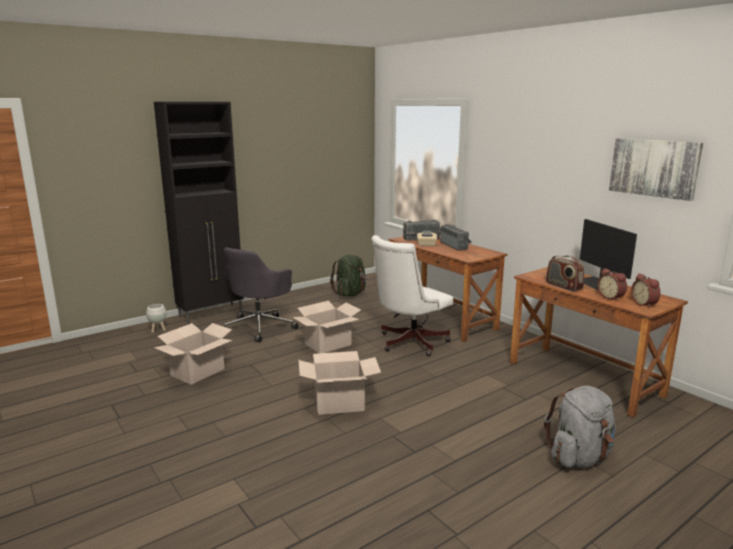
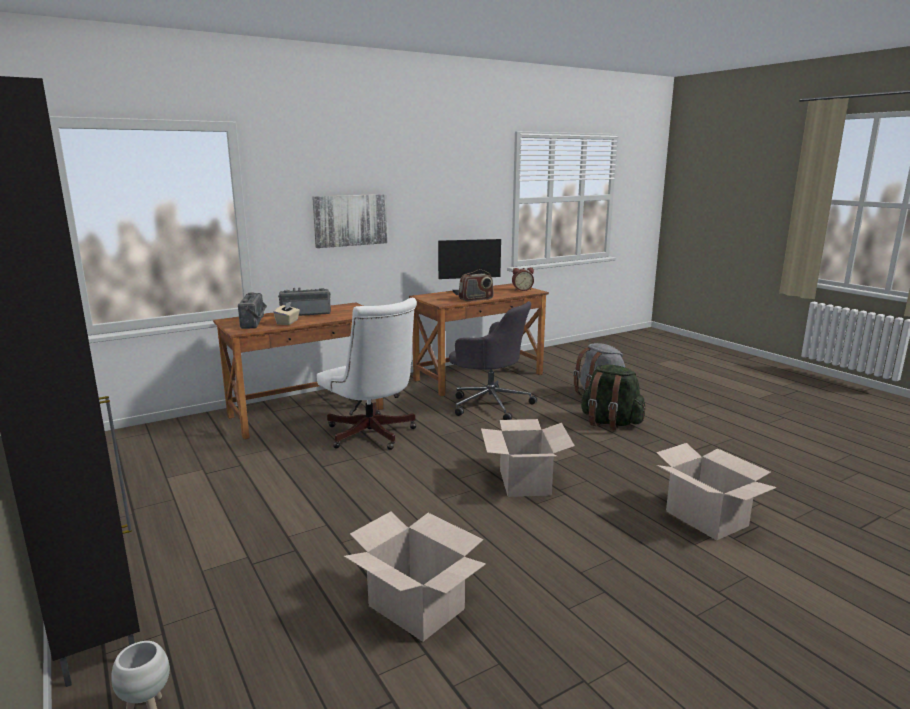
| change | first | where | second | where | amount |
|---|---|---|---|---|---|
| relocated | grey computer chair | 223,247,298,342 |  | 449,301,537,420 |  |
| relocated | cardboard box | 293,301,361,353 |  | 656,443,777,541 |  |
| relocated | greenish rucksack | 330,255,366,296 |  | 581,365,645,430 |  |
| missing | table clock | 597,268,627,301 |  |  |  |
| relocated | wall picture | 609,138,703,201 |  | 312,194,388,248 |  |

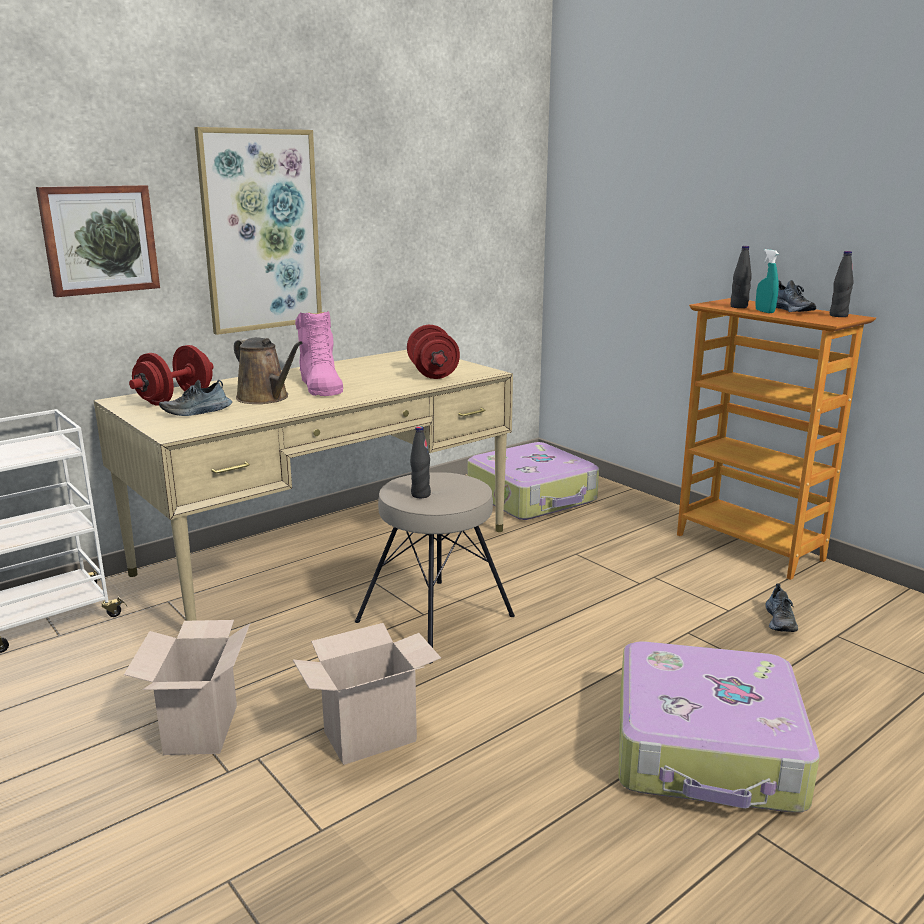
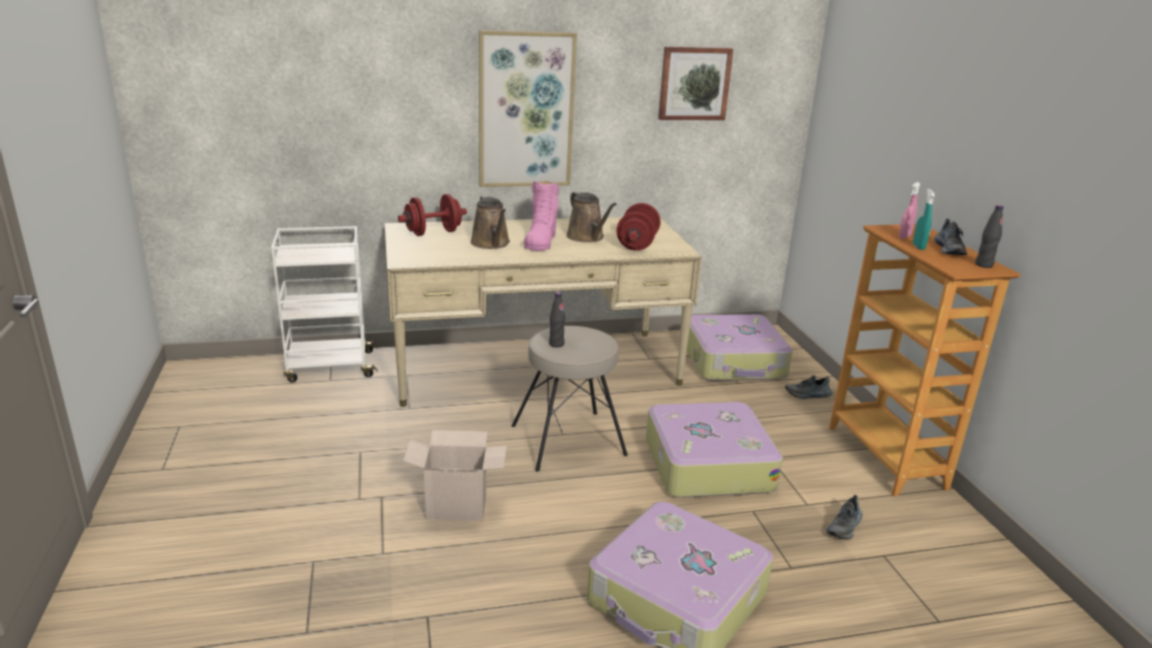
| change | first | where | second | where | amount |
|---|---|---|---|---|---|
| relocated | wall picture | 36,185,160,297 |  | 658,47,733,120 |  |
| missing | cardboard box | 124,620,250,755 |  |  |  |
| relocated | item of footwear | 159,380,232,416 |  | 785,375,833,399 |  |
| exchanged | black beverage bottle | 730,246,752,308 | pink sprayer | 899,182,921,239 |  |
| appeared |  |  | brownish watering pot | 566,191,617,242 |  |
| appeared |  |  | suitcase | 646,402,783,498 |  |

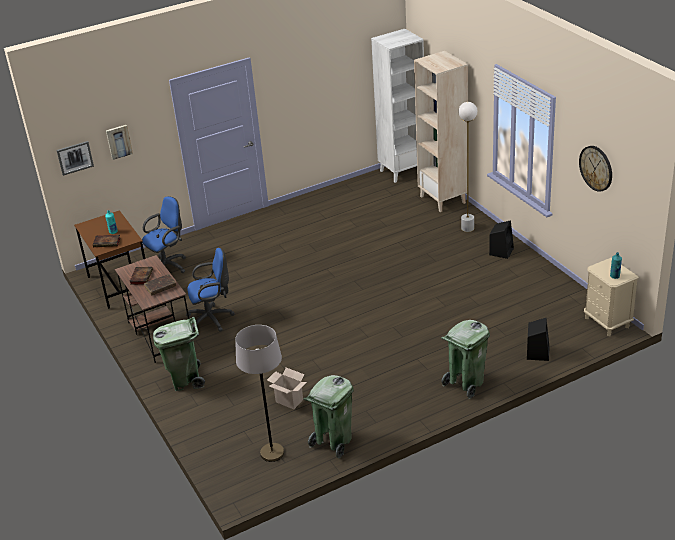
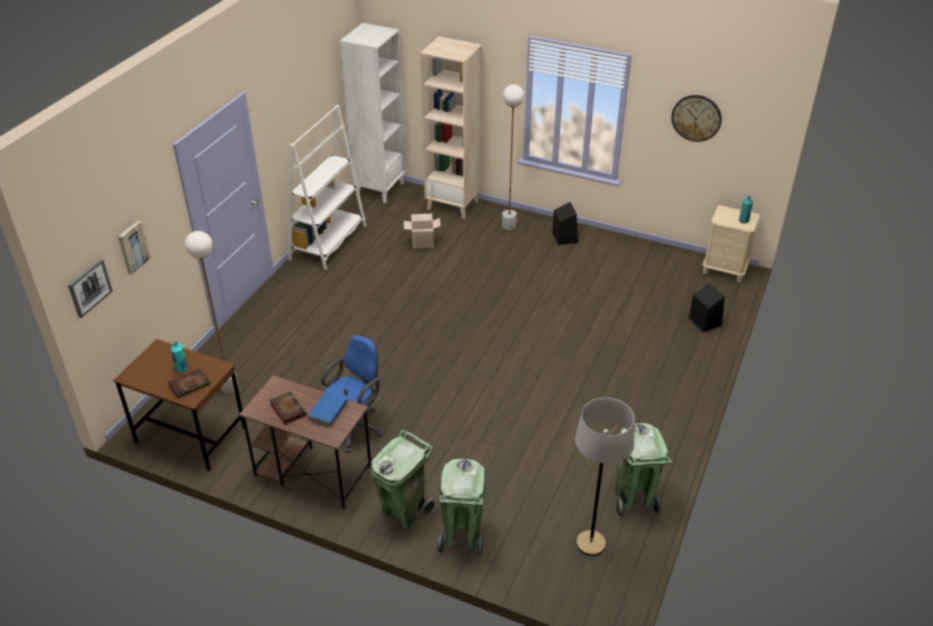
| change | first | where | second | where | amount |
|---|---|---|---|---|---|
| exchanged | bluish computer chair | 142,196,186,273 | white-coloured standing lamp | 185,231,239,393 |  |
| colour | brownish volume | 144,274,176,295 | bluish volume | 308,392,348,426 |  |
| relocated | cardboard box | 267,368,307,409 |  | 404,214,441,248 |  |
| relocated | greenish rubbish bin | 441,320,490,399 |  | 437,459,486,556 |  |
| appeared |  |  | white-coloured shelving unit | 288,105,366,270 |  |

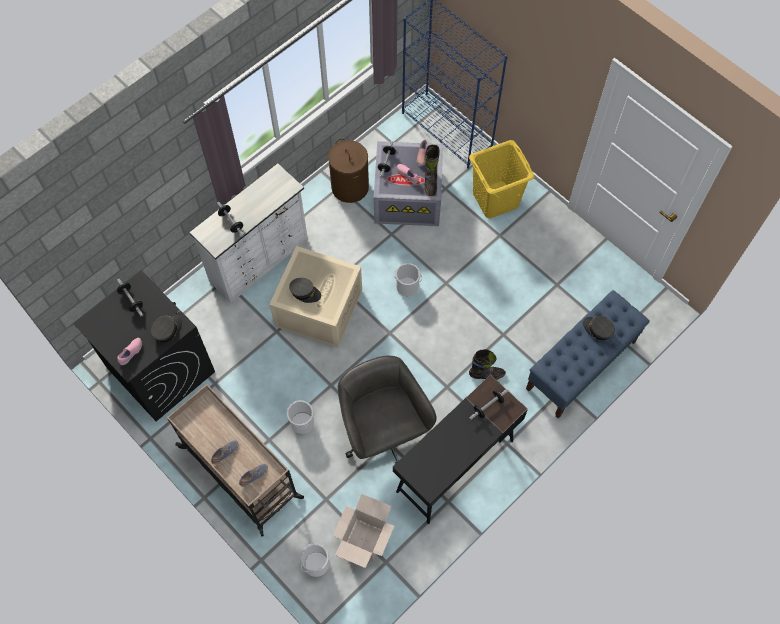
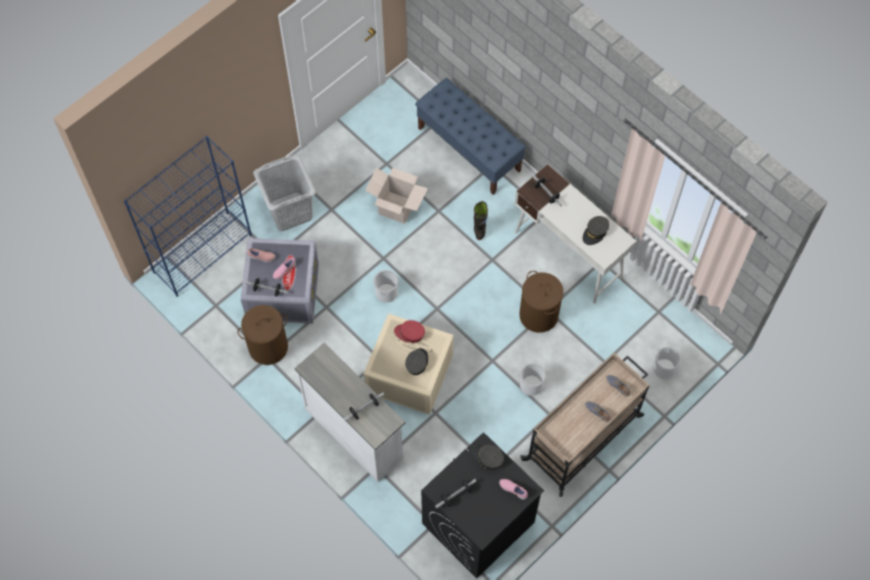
| change | first | where | second | where | amount |
|---|---|---|---|---|---|
| relocated | cardboard box | 333,494,394,568 |  | 365,168,428,224 |  |
| exchanged | grey computer chair | 338,356,437,463 | brownish hamper | 519,271,563,333 |  |
| colour | black desk | 393,374,528,524 | white-coloured desk | 515,164,636,304 |  |
| missing | black boot | 424,145,440,196 |  |  |  |
| colour | yellowish hamper | 469,140,534,219 | grey hamper | 253,155,316,231 |  |
| relocated | grey baseball cap | 583,316,615,340 |  | 583,216,609,245 |  |
| appeared |  |  | reddish baseball cap | 394,320,425,343 |  |

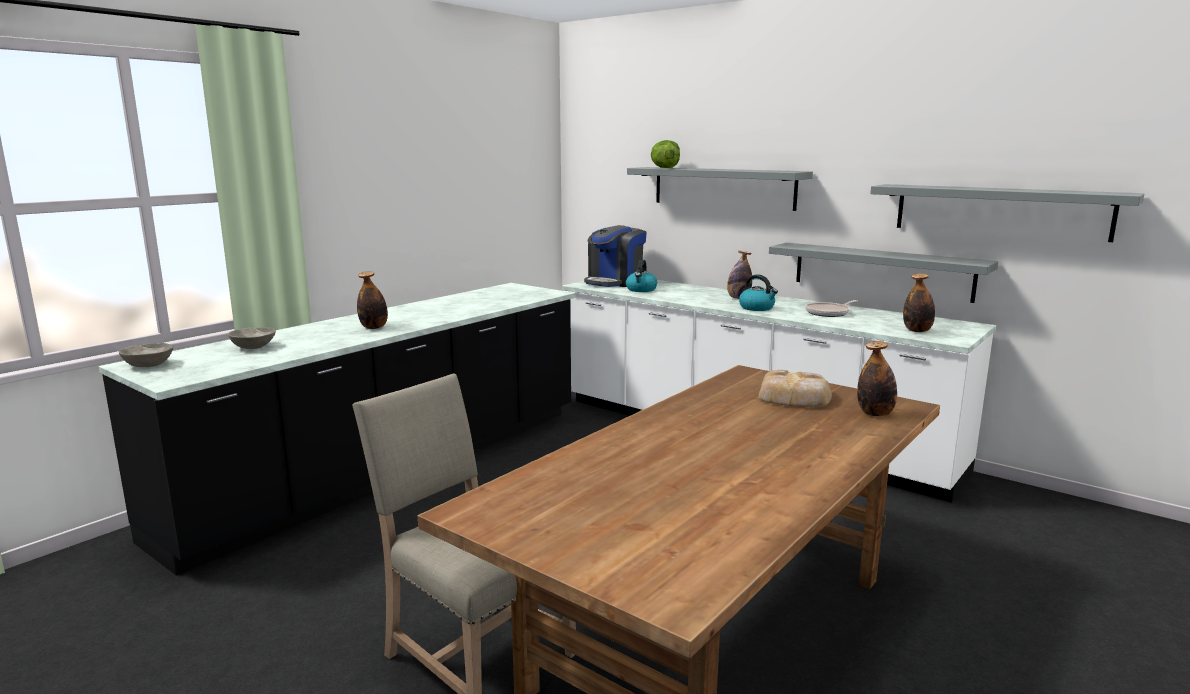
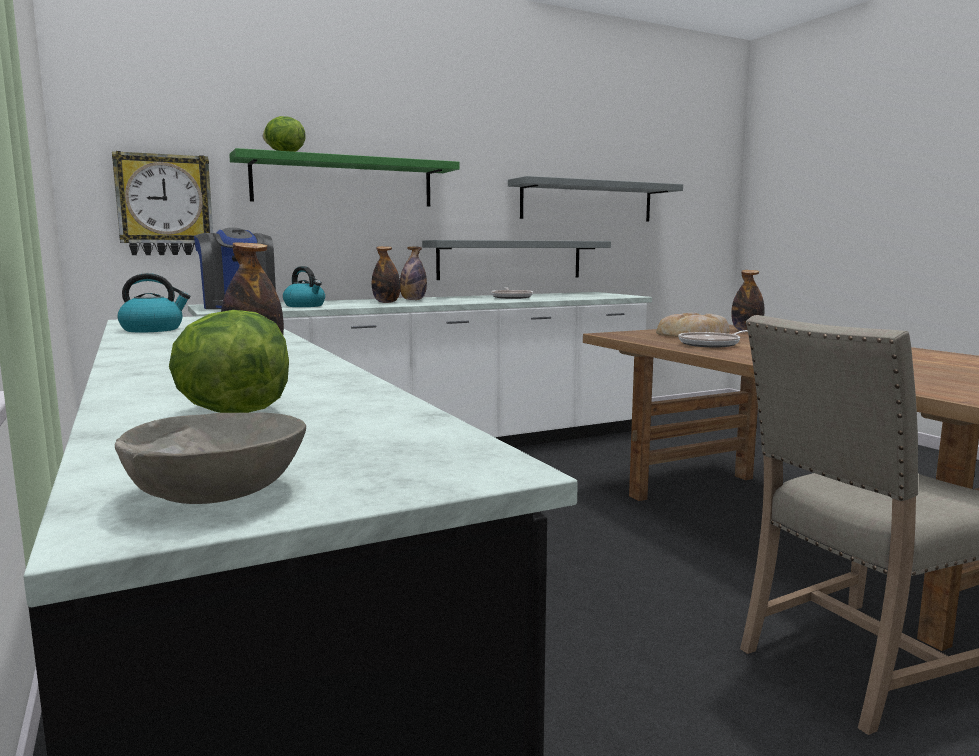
| change | first | where | second | where | amount |
|---|---|---|---|---|---|
| exchanged | grey serving bowl | 228,327,276,349 | head of lettuce | 169,310,289,413 |  |
| colour | grey wall shelf | 627,167,813,211 | greenish wall shelf | 229,148,460,207 |  |
| relocated | water kettle | 739,274,778,311 |  | 117,273,190,332 |  |
| relocated | beverage bottle | 903,273,935,332 |  | 372,246,400,303 |  |
| appeared |  |  | clock on the wall | 112,151,213,255 |  |
| appeared |  |  | frying pan | 678,330,748,347 |  |

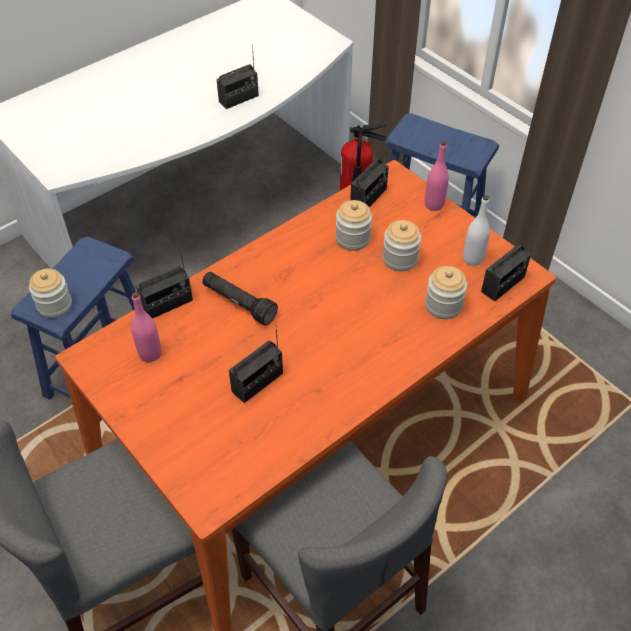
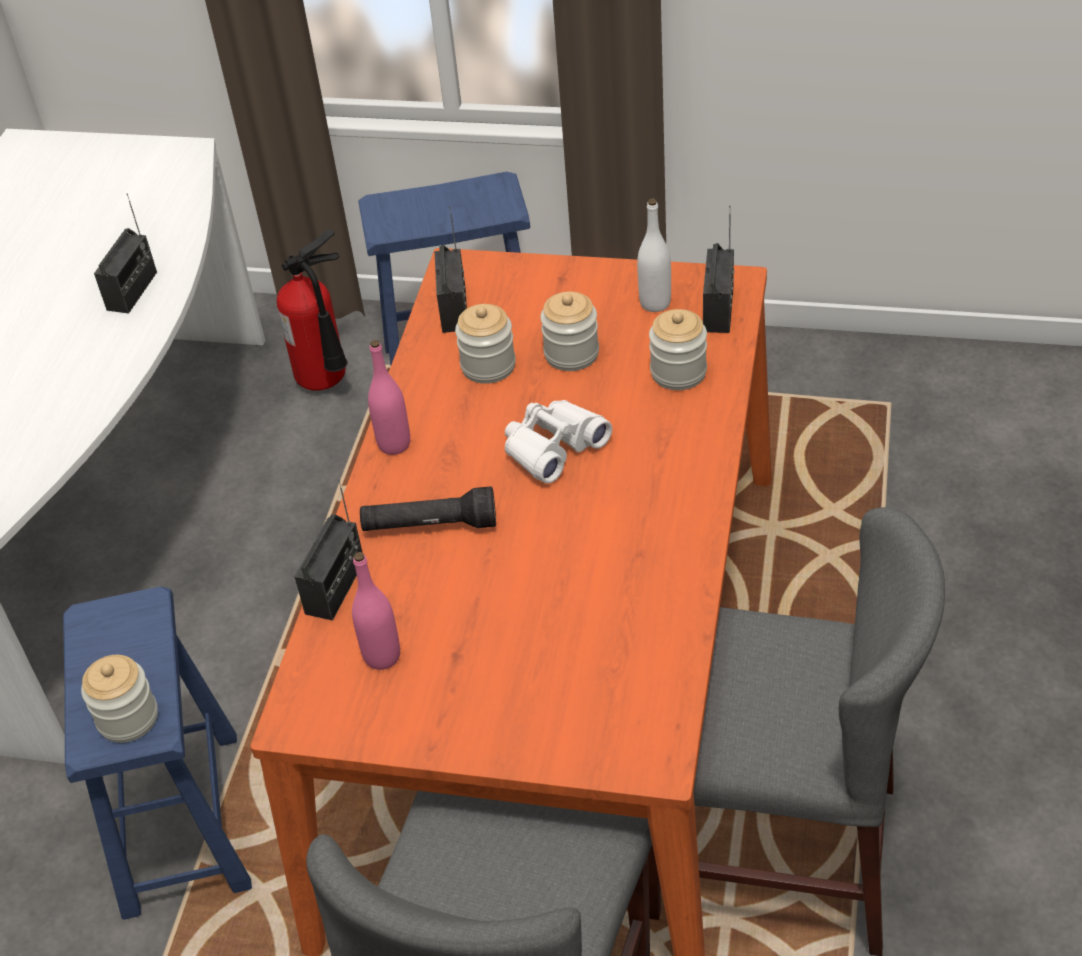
| change | first | where | second | where | amount |
|---|---|---|---|---|---|
| missing | radio | 229,325,283,403 |  |  |  |
| relocated | pink beverage bottle | 425,141,449,211 |  | 368,340,410,455 |  |
| appeared |  |  | white-coloured binoculars | 505,400,612,484 |  |

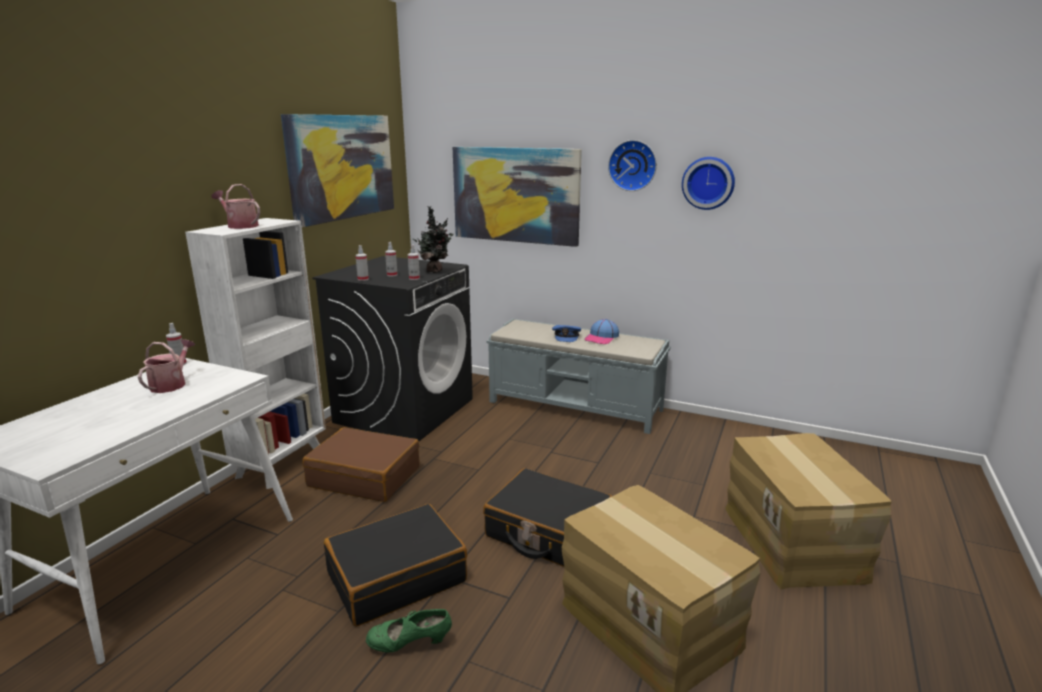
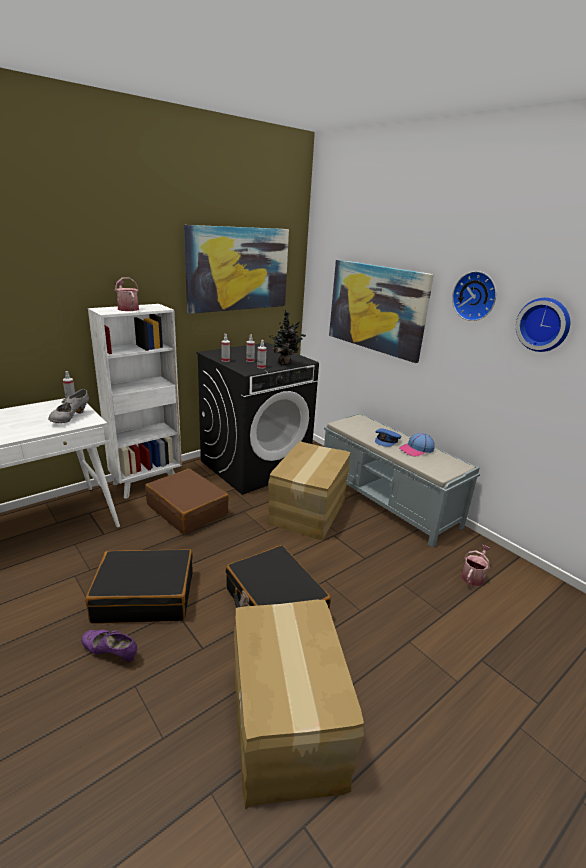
| change | first | where | second | where | amount |
|---|---|---|---|---|---|
| relocated | watering pot | 138,339,195,393 |  | 461,545,491,586 |  |
| colour | greenish item of footwear | 366,609,452,653 | purple item of footwear | 81,629,137,662 |  |
| relocated | cardboard box | 725,433,892,589 |  | 268,441,351,540 |  |
| appeared |  |  | grey item of footwear | 48,389,89,423 |  |

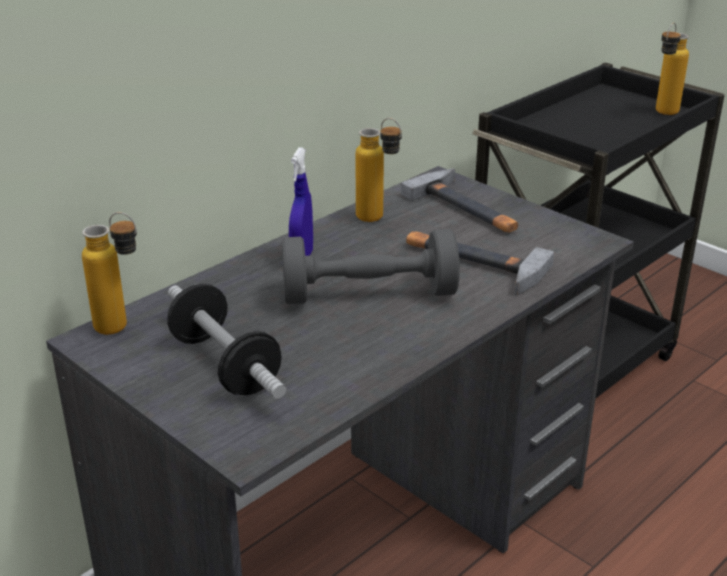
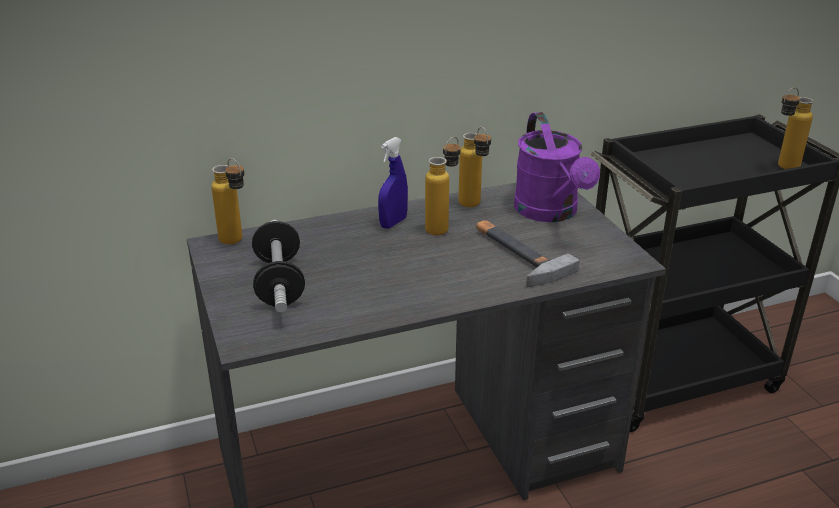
| change | first | where | second | where | amount |
|---|---|---|---|---|---|
| missing | grey dumbbell | 282,229,460,304 |  |  |  |
| exchanged | tool hammer | 401,168,518,233 | purple watering pot | 514,112,600,222 |  |
| appeared |  |  | beverage bottle | 425,137,461,235 |  |

